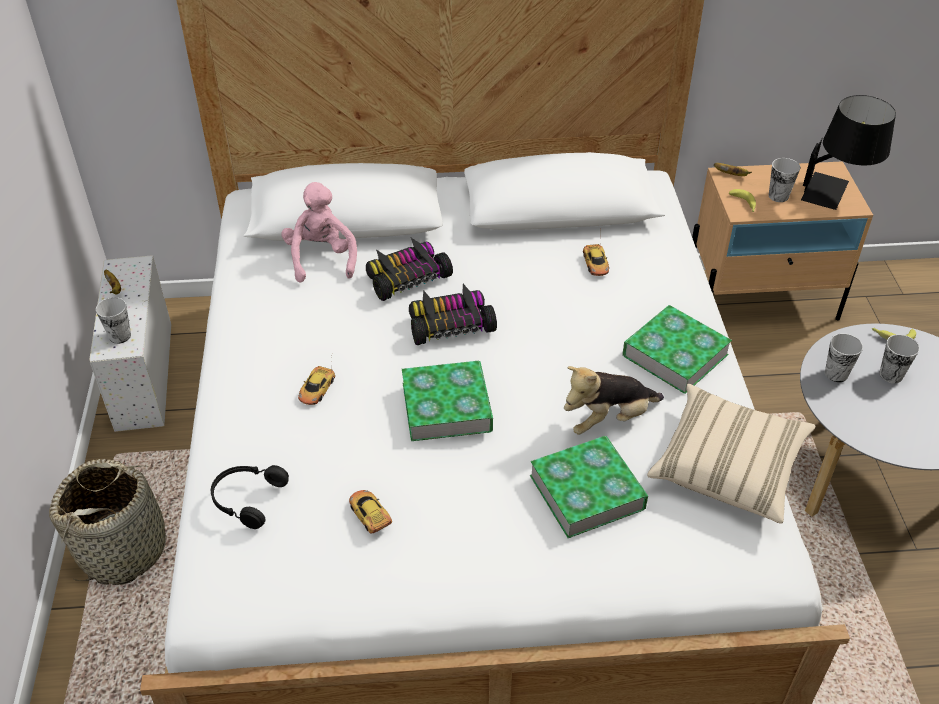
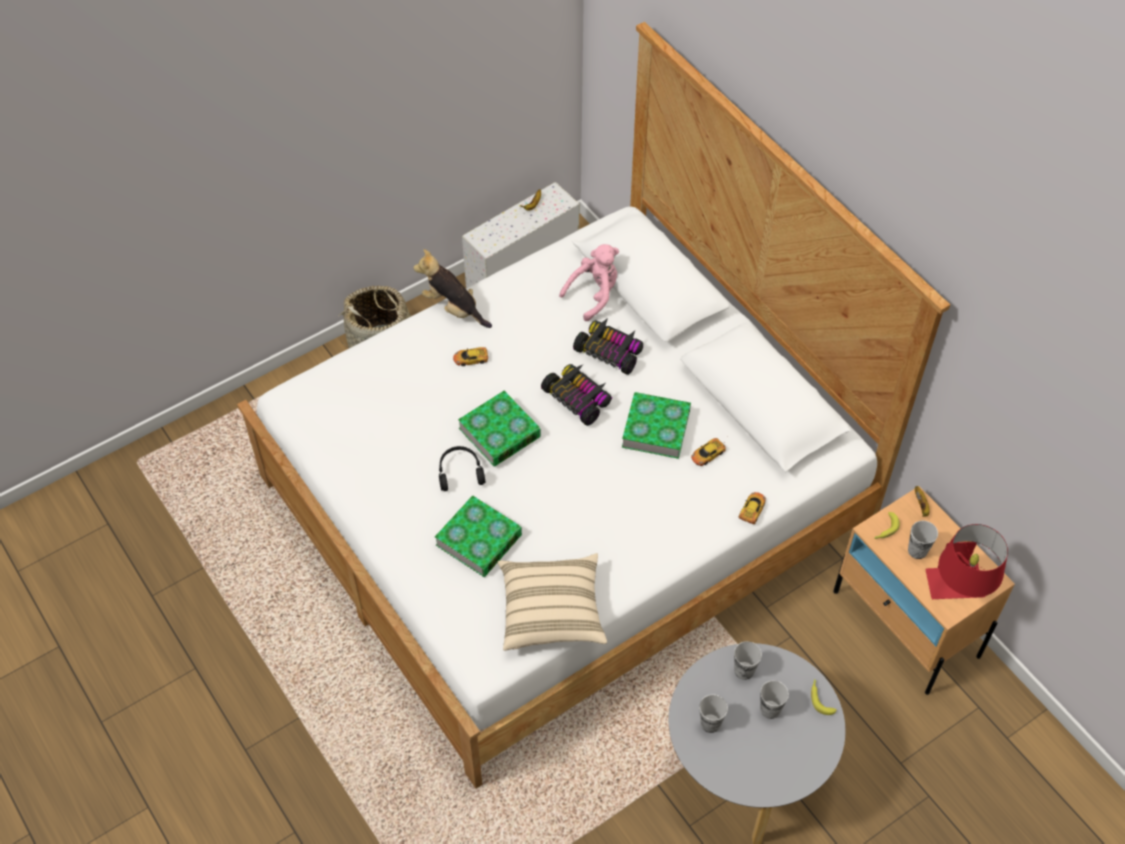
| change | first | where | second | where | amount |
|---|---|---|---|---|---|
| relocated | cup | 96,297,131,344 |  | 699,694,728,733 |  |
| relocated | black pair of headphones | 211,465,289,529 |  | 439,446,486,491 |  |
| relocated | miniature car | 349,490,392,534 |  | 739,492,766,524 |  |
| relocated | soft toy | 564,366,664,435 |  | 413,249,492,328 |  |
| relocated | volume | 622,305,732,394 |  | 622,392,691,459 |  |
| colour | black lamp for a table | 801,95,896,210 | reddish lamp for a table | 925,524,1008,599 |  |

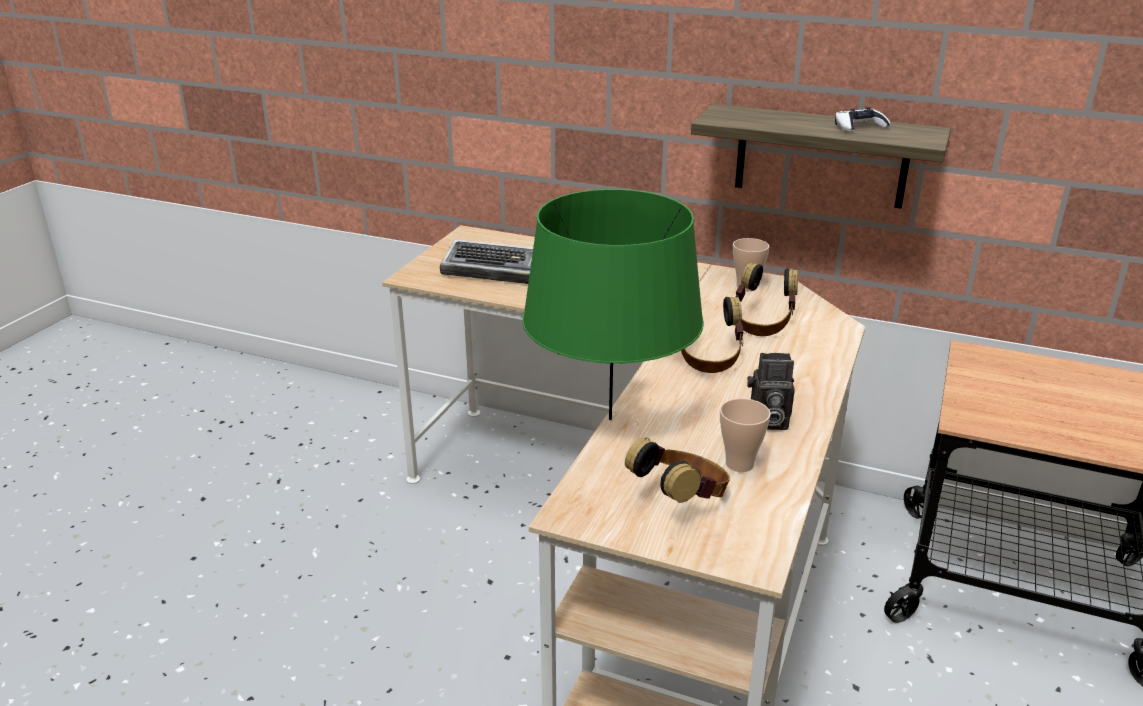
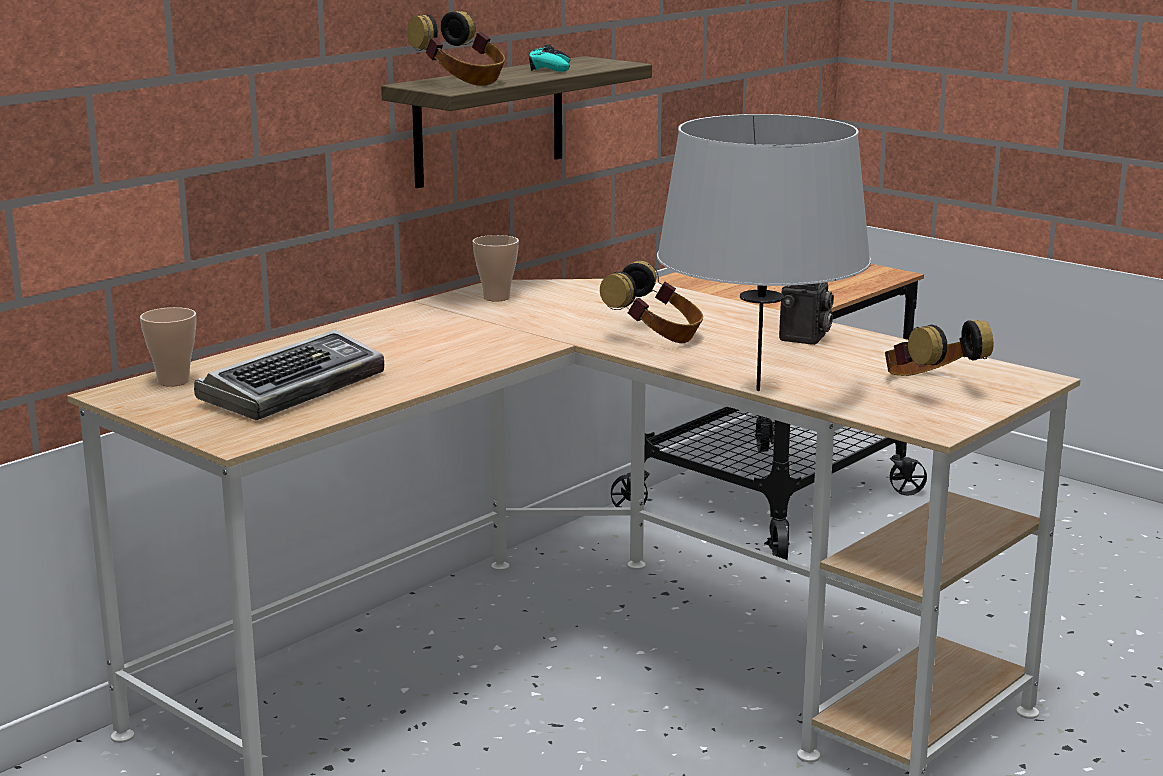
| change | first | where | second | where | amount |
|---|---|---|---|---|---|
| colour | greenish lamp for a table | 522,189,704,420 | grey lamp for a table | 657,114,871,391 |  |
| relocated | cup | 720,398,771,472 |  | 140,307,196,387 |  |
| relocated | pair of headphones | 736,263,798,336 |  | 407,11,505,86 |  |
| colour | white-coloured gamepad | 835,107,890,133 | turquoise gamepad | 529,44,570,72 |  |

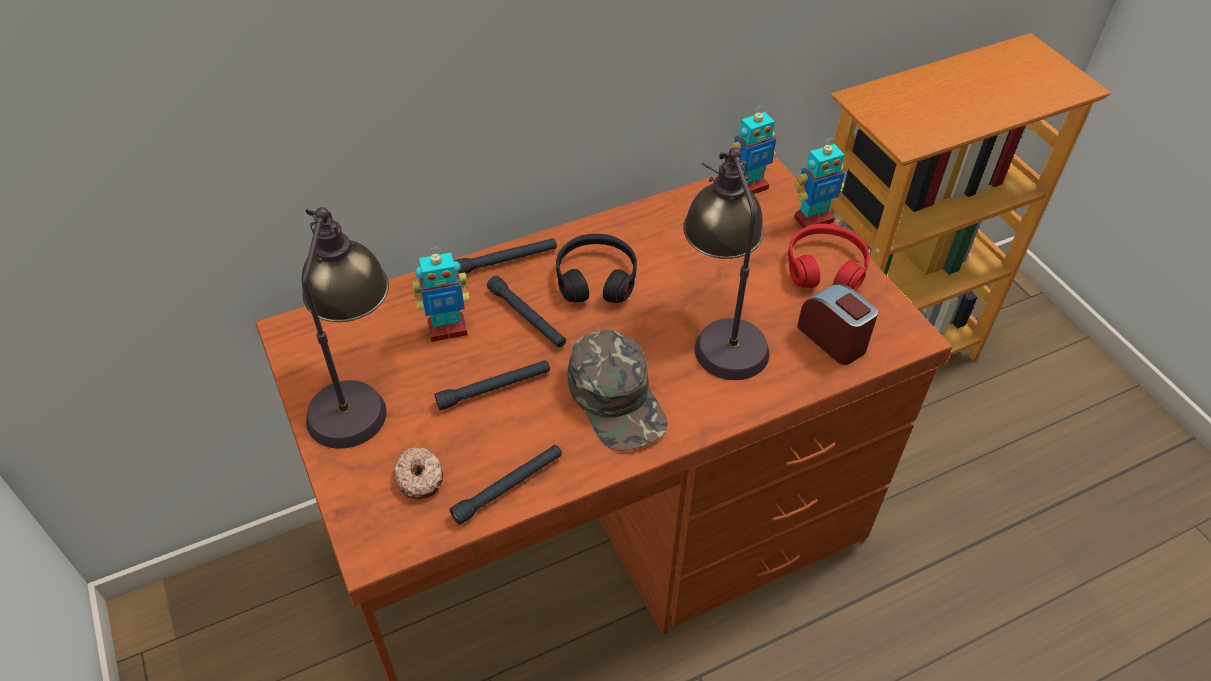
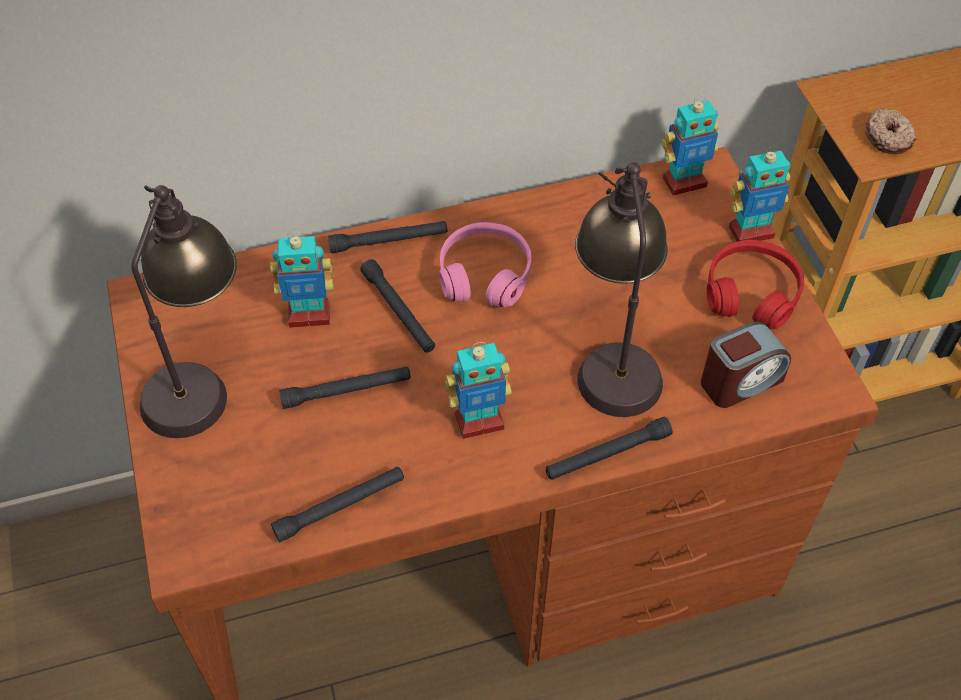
| change | first | where | second | where | amount |
|---|---|---|---|---|---|
| relocated | ring doughnut | 394,447,443,499 |  | 865,108,917,154 |  |
| colour | black pair of headphones | 556,234,637,303 | pink pair of headphones | 439,222,532,308 |  |
| exchanged | greenish baseball cap | 567,330,668,451 | robot figure | 445,342,512,439 |  |
| spun | table clock | 797,283,878,365 |  | 701,321,791,408 | 90 degrees clockwise |
| appeared |  |  | black hand torch | 546,417,673,480 |  |

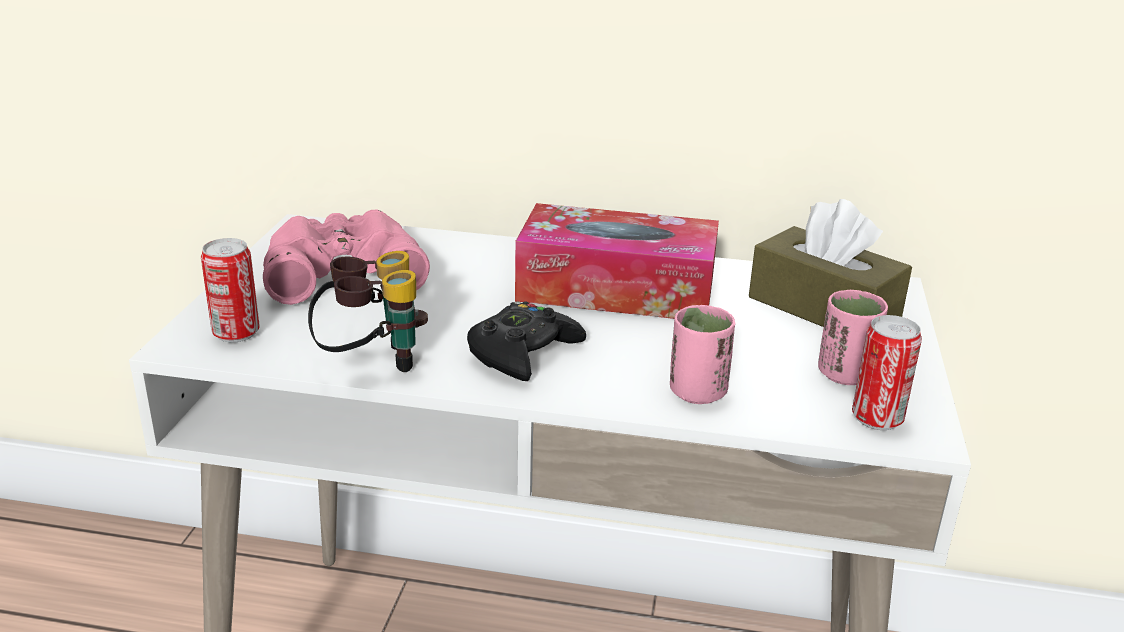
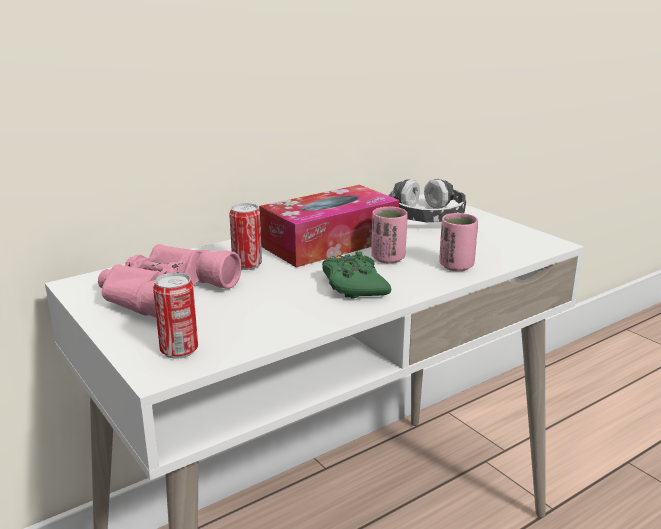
| change | first | where | second | where | amount |
|---|---|---|---|---|---|
| missing | binoculars | 308,251,428,372 |  |  |  |
| colour | black gamepad | 467,301,586,381 | greenish gamepad | 322,251,392,299 |  |
| exchanged | brownish tissue holder | 749,199,912,327 | pair of headphones | 388,179,466,222 |  |
| relocated | pink cup | 818,290,888,385 |  | 371,207,408,264 |  |
| relocated | can | 852,315,922,430 |  | 229,203,262,270 |  |

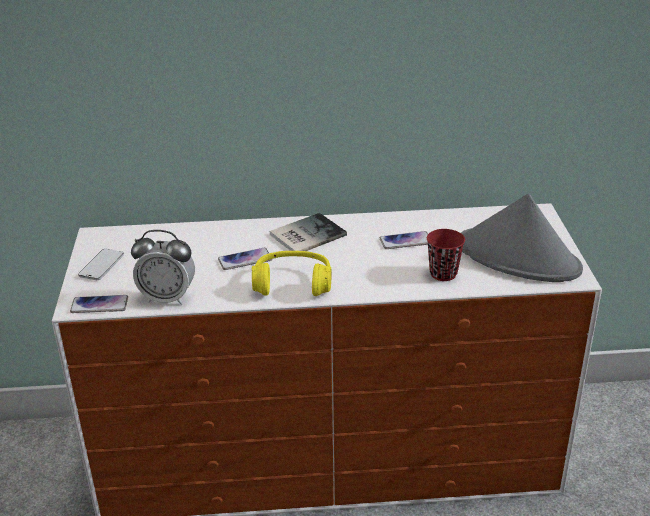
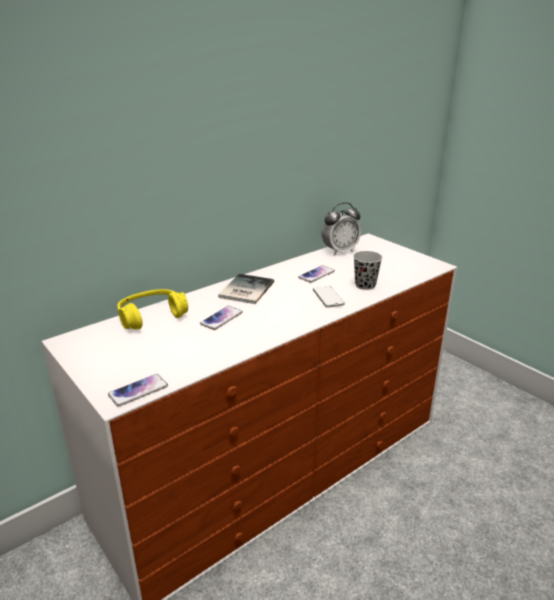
| change | first | where | second | where | amount |
|---|---|---|---|---|---|
| relocated | phone | 78,249,124,280 |  | 313,286,345,308 |  |
| relocated | table clock | 131,230,195,305 |  | 321,202,361,256 |  |
| relocated | yellowish pair of headphones | 252,251,332,296 |  | 117,289,188,329 |  |
| colour | reddish cup | 427,229,465,281 | black cup | 353,251,383,290 |  |
| missing | grey clothing hat | 461,193,583,282 |  |  |  |

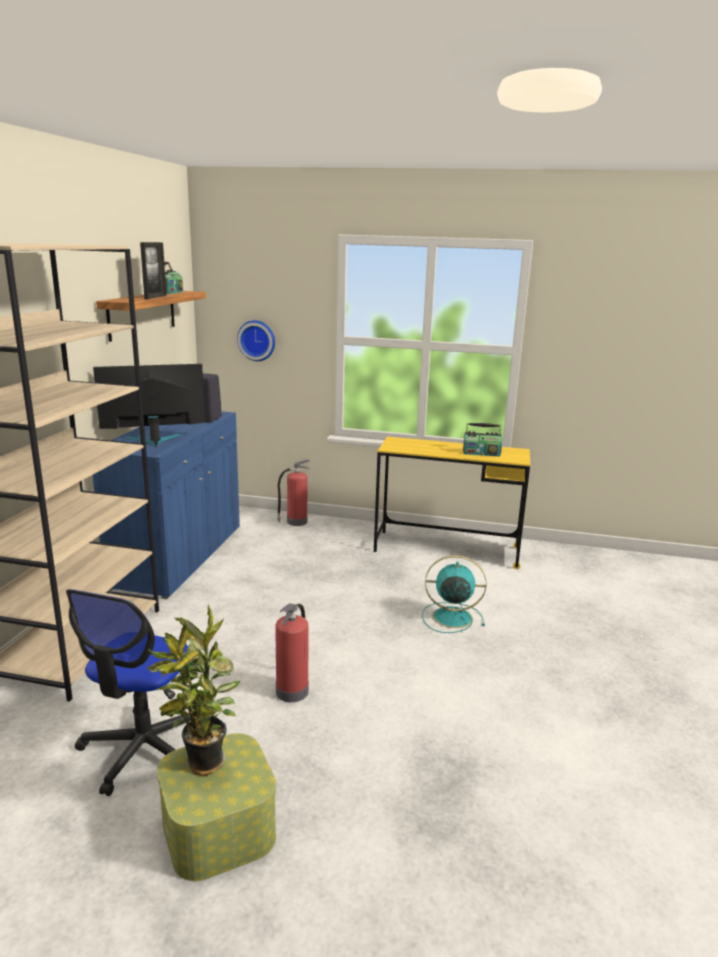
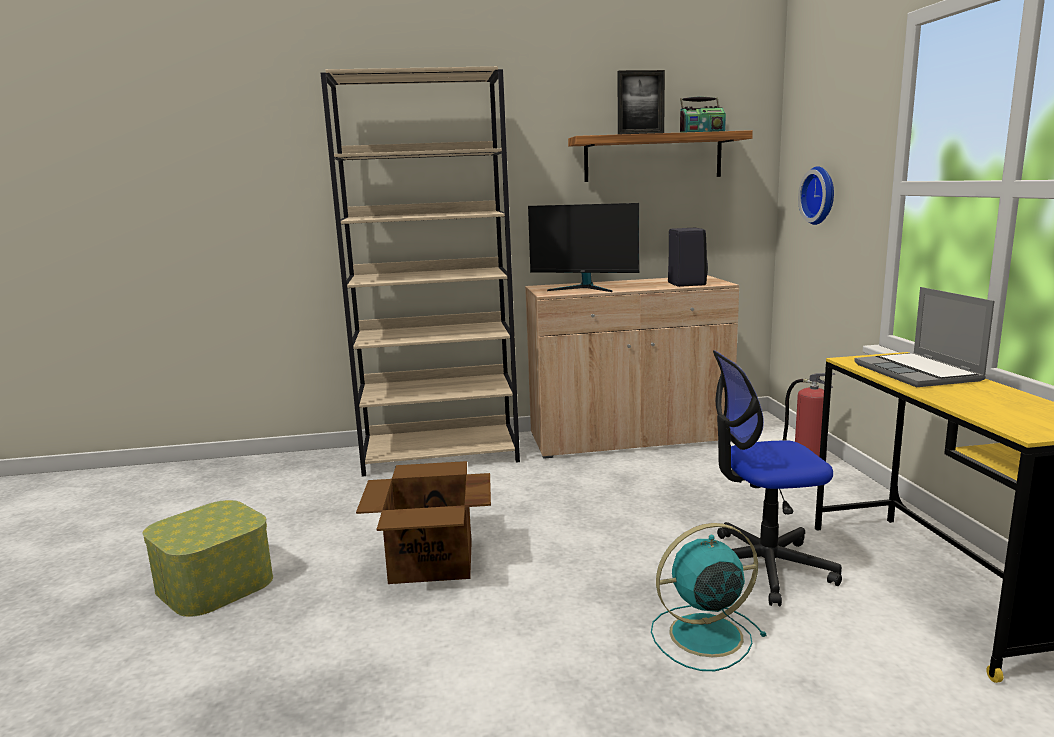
| change | first | where | second | where | amount |
|---|---|---|---|---|---|
| relocated | computer chair | 66,589,194,796 |  | 713,350,842,606 |  |
| spun | computer screen | 93,364,205,447 |  | 528,203,640,292 | 150 degrees clockwise |
| colour | bluish cabinet | 93,411,240,599 | beige-coloured cabinet | 525,275,739,459 |  |
| missing | plant in a pot | 146,604,241,776 |  |  |  |
| exchanged | fire extinguisher | 275,603,309,702 | cardboard box | 356,461,491,584 |  |
| spun | turquoise cooling fan | 422,555,487,633 |  | 651,523,767,671 | 90 degrees counterclockwise |
| missing | radio | 463,423,502,457 |  |  |  |
| appeared |  |  | portable computer | 854,287,994,387 |  |

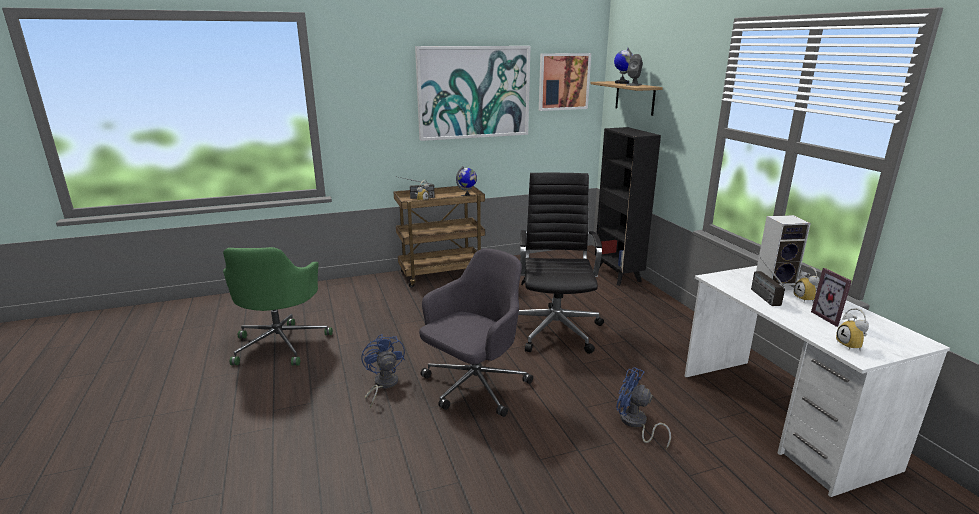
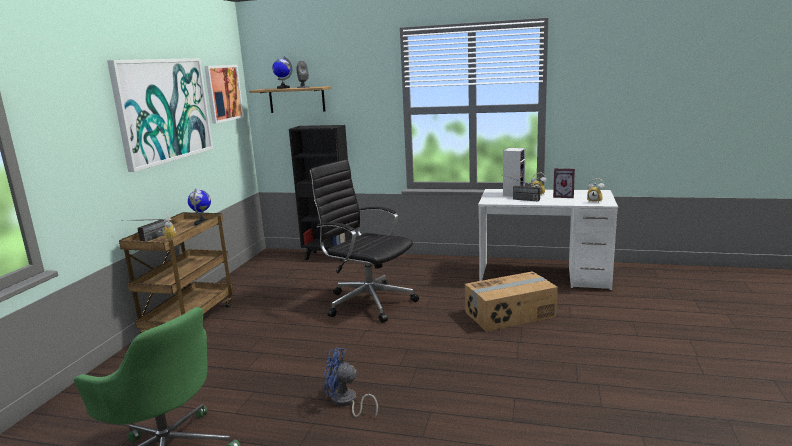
| change | first | where | second | where | amount |
|---|---|---|---|---|---|
| missing | grey computer chair | 419,248,533,417 |  |  |  |
| exchanged | bluish cooling fan | 616,367,671,449 | cardboard box | 465,271,558,332 |  |

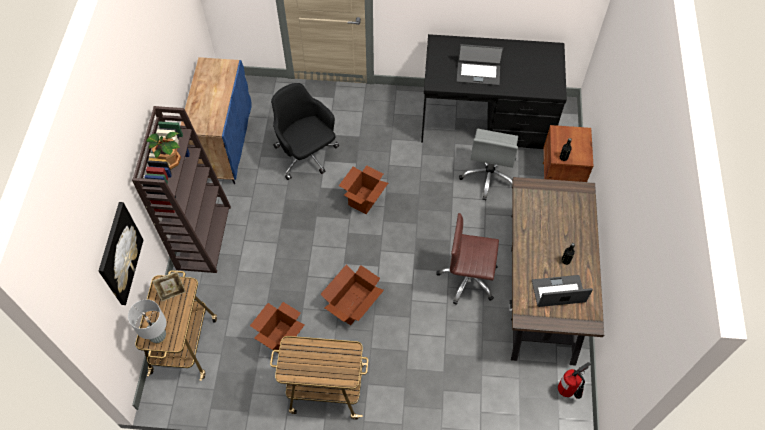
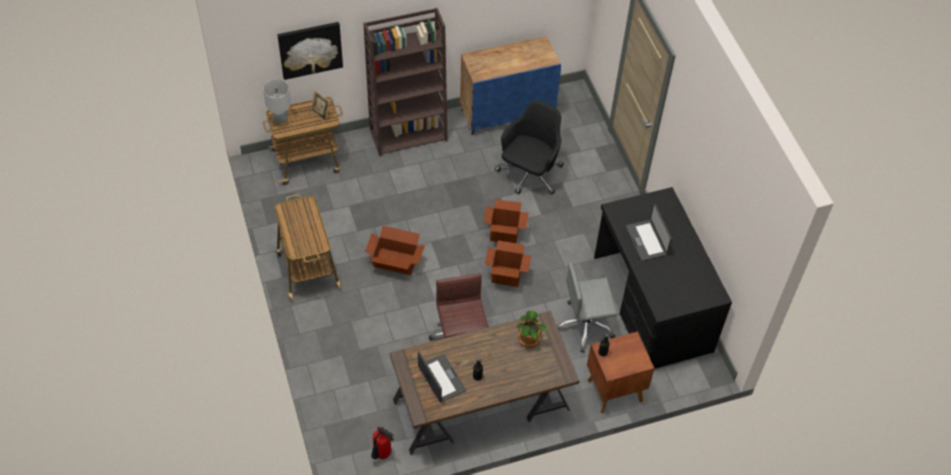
| change | first | where | second | where | amount |
|---|---|---|---|---|---|
| relocated | plant in a pot | 146,132,181,169 |  | 516,310,548,348 |  |
| relocated | cardboard box | 250,302,304,353 |  | 485,241,531,287 |  |

